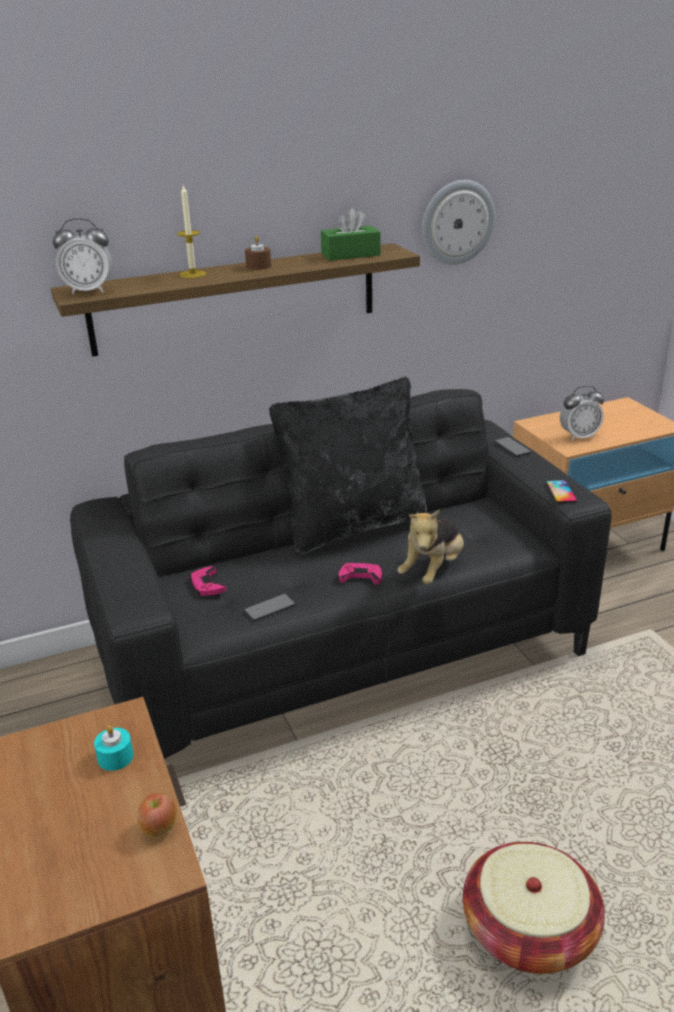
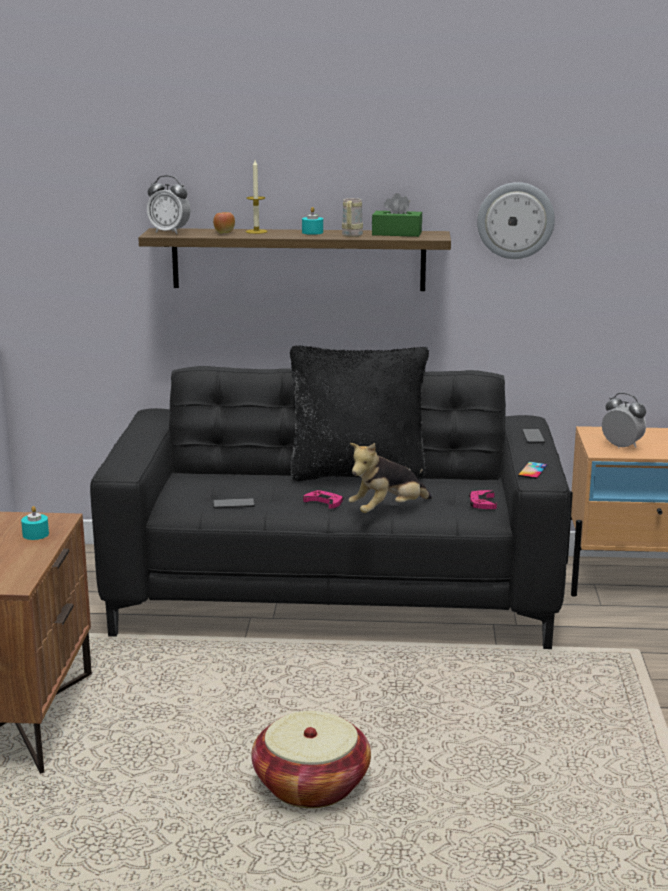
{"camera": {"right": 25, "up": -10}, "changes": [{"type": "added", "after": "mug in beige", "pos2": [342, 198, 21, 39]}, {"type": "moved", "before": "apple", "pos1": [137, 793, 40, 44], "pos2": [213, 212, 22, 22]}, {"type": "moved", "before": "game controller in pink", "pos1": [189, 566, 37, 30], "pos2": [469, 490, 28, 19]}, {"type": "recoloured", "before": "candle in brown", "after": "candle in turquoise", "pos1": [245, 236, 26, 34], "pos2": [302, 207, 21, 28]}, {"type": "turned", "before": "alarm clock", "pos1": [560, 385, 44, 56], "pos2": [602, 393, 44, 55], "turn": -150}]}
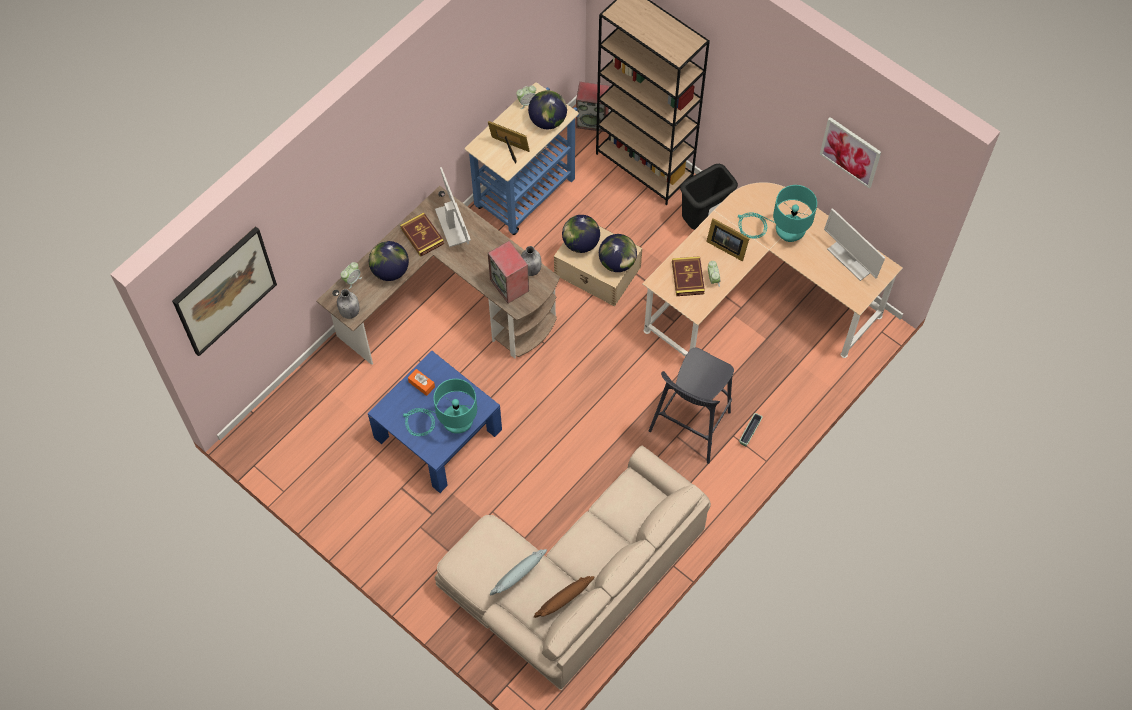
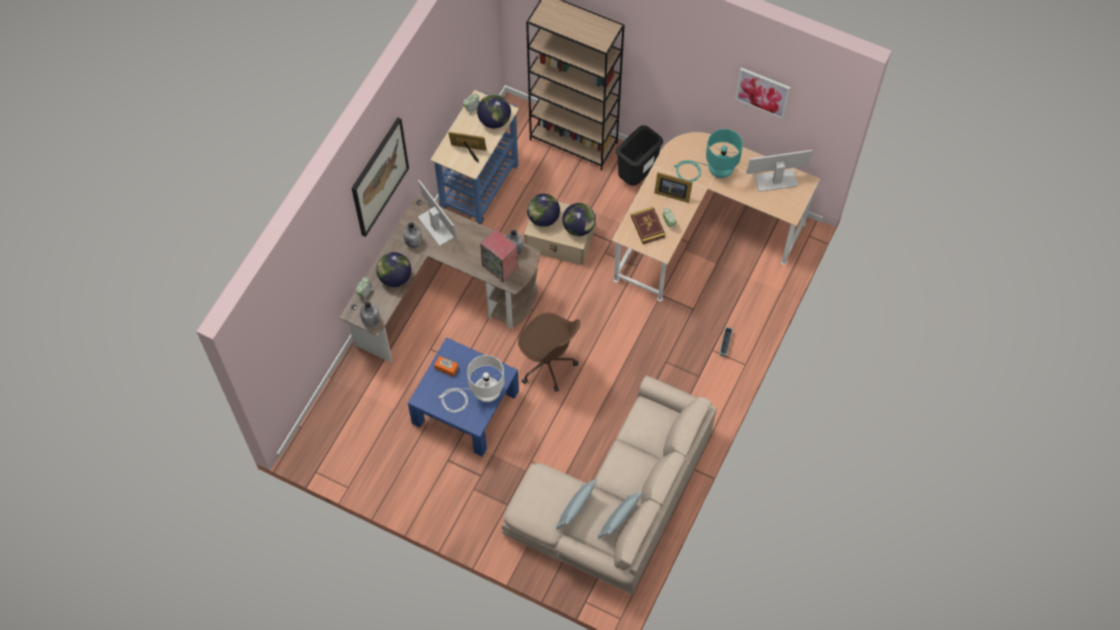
{"camera": {"right": -15, "up": 0}, "changes": [{"type": "removed", "before": "speaker", "pos1": [576, 82, 33, 50]}, {"type": "removed", "before": "stool in grey", "pos1": [648, 348, 86, 116]}, {"type": "added", "after": "office chair in brown", "pos2": [518, 313, 62, 79]}, {"type": "moved", "before": "picture", "pos1": [172, 226, 105, 130], "pos2": [351, 117, 58, 120]}, {"type": "replaced", "before": "book", "after": "bottle in grey", "pos1": [400, 212, 44, 45], "pos2": [403, 222, 19, 26]}, {"type": "recoloured", "before": "table lamp in turquoise", "after": "table lamp in white", "pos1": [403, 379, 74, 57], "pos2": [439, 355, 66, 58]}, {"type": "recoloured", "before": "pillow in brown", "after": "pillow in blue", "pos1": [534, 576, 60, 42], "pos2": [598, 492, 44, 47]}, {"type": "turned", "before": "monitor", "pos1": [824, 208, 61, 73], "pos2": [746, 150, 66, 42], "turn": 135}]}
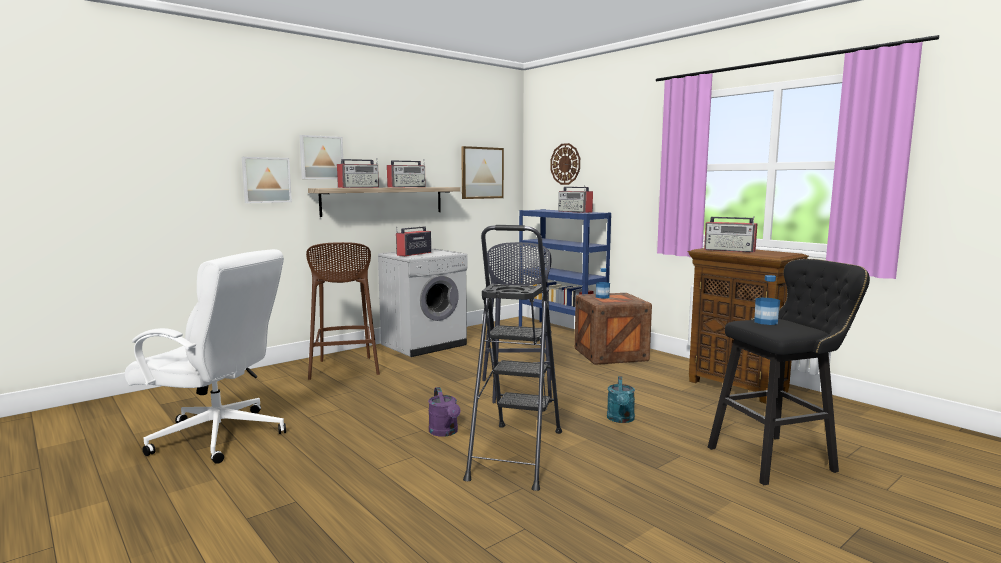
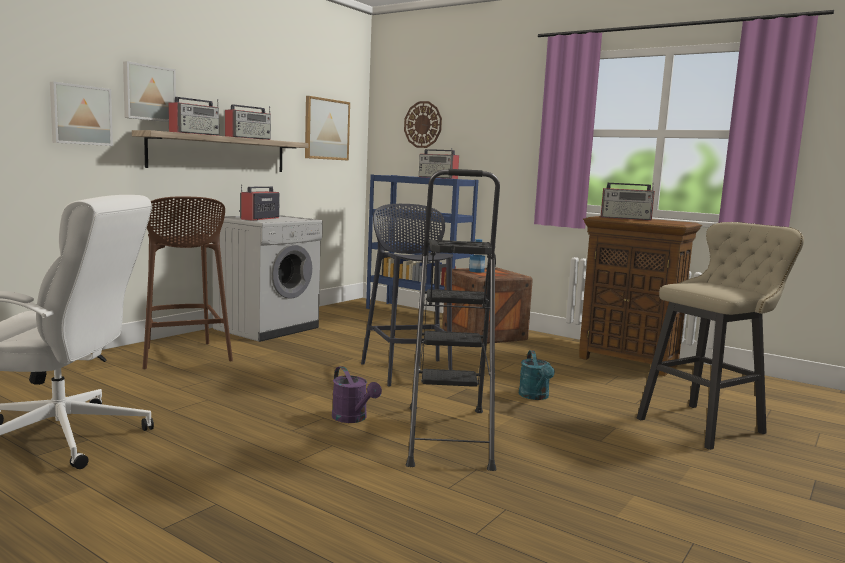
{"camera": {"right": -15, "up": 0}, "changes": [{"type": "removed", "before": "bottle", "pos1": [754, 275, 26, 50]}, {"type": "recoloured", "before": "stool in black", "after": "stool in beige", "pos1": [708, 259, 162, 226], "pos2": [636, 222, 168, 228]}]}
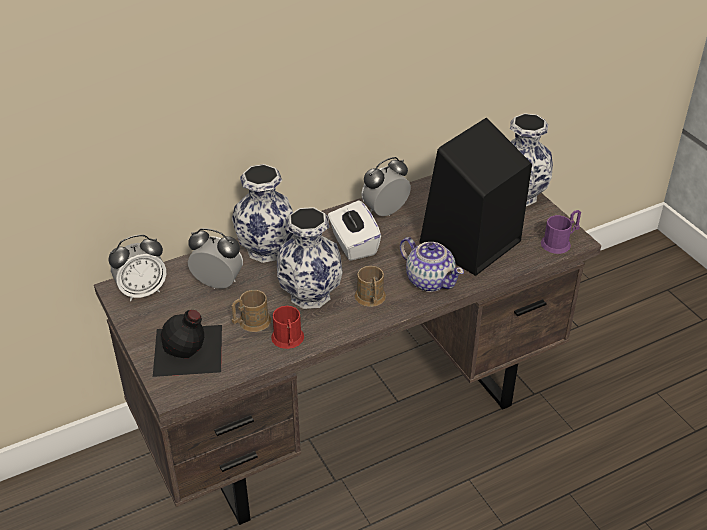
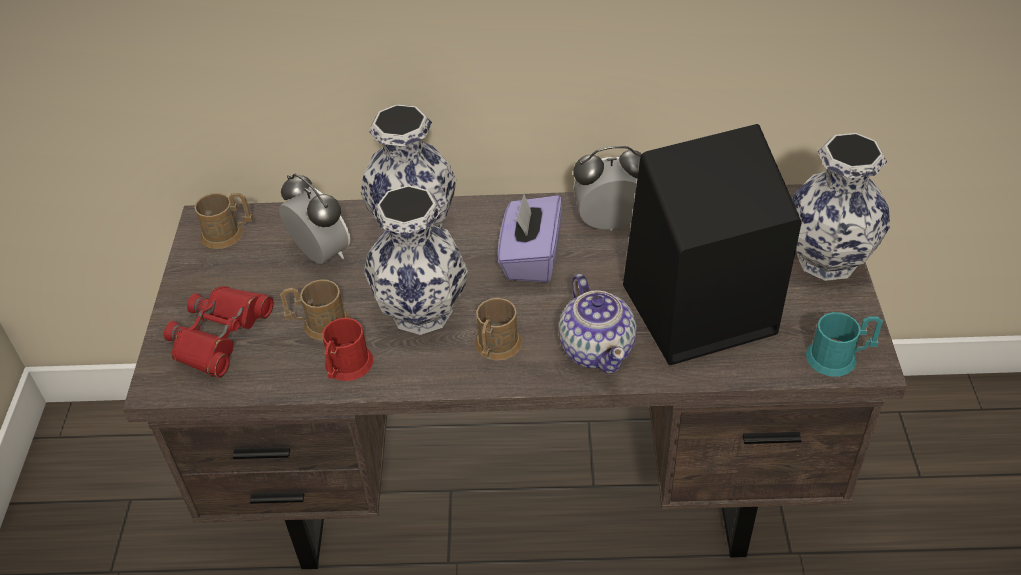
{"camera": {"right": 30, "up": 5}, "changes": [{"type": "replaced", "before": "alarm clock", "after": "mug in brown", "pos1": [108, 235, 58, 66], "pos2": [194, 193, 59, 56]}, {"type": "replaced", "before": "bottle in black", "after": "binoculars in red", "pos1": [153, 310, 69, 67], "pos2": [164, 286, 110, 92]}, {"type": "recoloured", "before": "tissue box in white", "after": "tissue box in purple", "pos1": [328, 200, 53, 61], "pos2": [498, 194, 64, 88]}, {"type": "recoloured", "before": "mug in purple", "after": "mug in turquoise", "pos1": [541, 210, 40, 44], "pos2": [806, 312, 77, 65]}]}
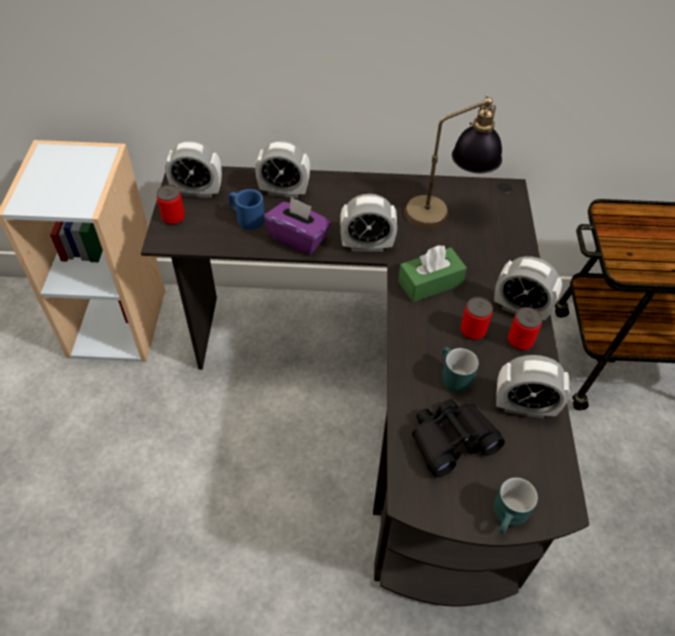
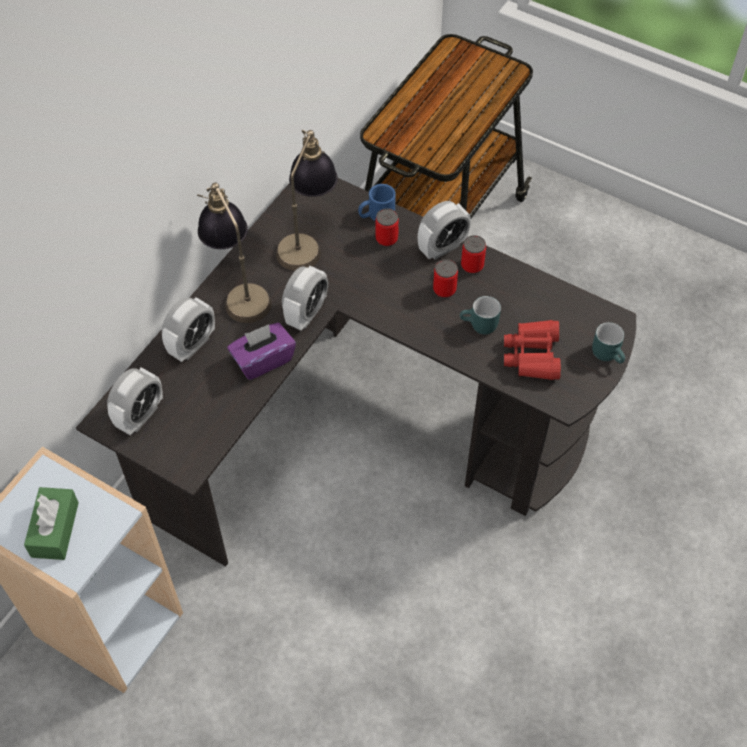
{"camera": {"right": -60, "up": 5}, "changes": [{"type": "removed", "before": "alarm clock", "pos1": [496, 355, 74, 63]}, {"type": "added", "after": "table lamp", "pos2": [197, 182, 75, 141]}, {"type": "moved", "before": "can", "pos1": [157, 185, 28, 40], "pos2": [376, 208, 23, 39]}, {"type": "moved", "before": "mug in blue", "pos1": [228, 189, 37, 41], "pos2": [358, 184, 38, 37]}, {"type": "moved", "before": "tissue box in green", "pos1": [398, 245, 69, 57], "pos2": [24, 487, 55, 73]}, {"type": "recoloured", "before": "binoculars in black", "after": "binoculars in red", "pos1": [412, 399, 93, 78], "pos2": [504, 320, 57, 60]}]}
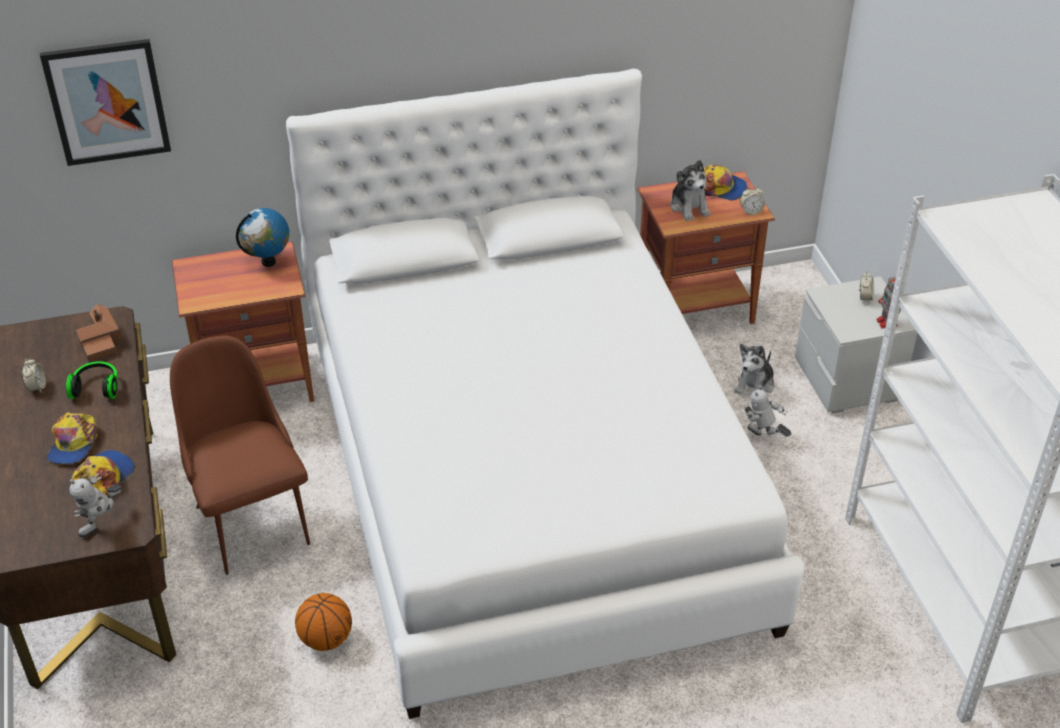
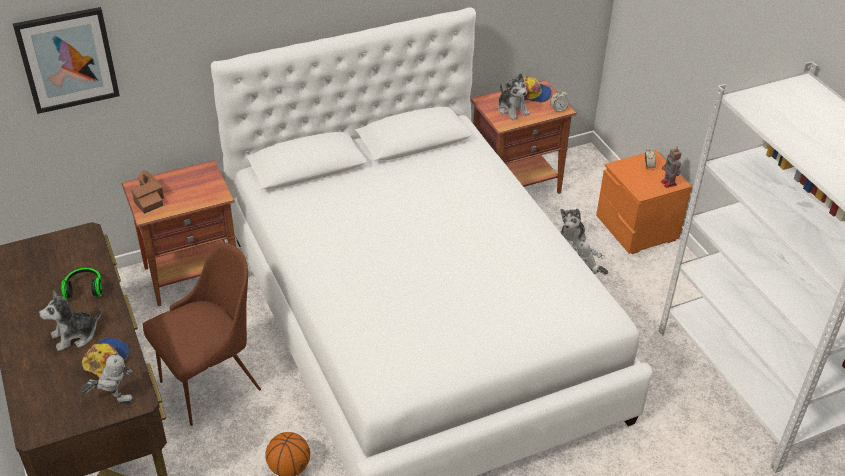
{"camera": {"right": -10, "up": 0}, "changes": [{"type": "removed", "before": "alarm clock", "pos1": [22, 358, 24, 35]}, {"type": "removed", "before": "globe", "pos1": [236, 208, 53, 59]}, {"type": "moved", "before": "toy house", "pos1": [75, 304, 46, 59], "pos2": [131, 170, 33, 44]}, {"type": "replaced", "before": "cap", "after": "plush toy", "pos1": [47, 412, 51, 52], "pos2": [39, 290, 63, 61]}, {"type": "recoloured", "before": "nightstand in white", "after": "nightstand in orange", "pos1": [795, 276, 123, 137], "pos2": [596, 150, 96, 104]}, {"type": "turned", "before": "toy robot", "pos1": [70, 473, 52, 65], "pos2": [81, 351, 53, 52], "turn": -120}, {"type": "turned", "before": "chair in brown", "pos1": [170, 336, 140, 239], "pos2": [143, 242, 118, 184], "turn": 90}]}
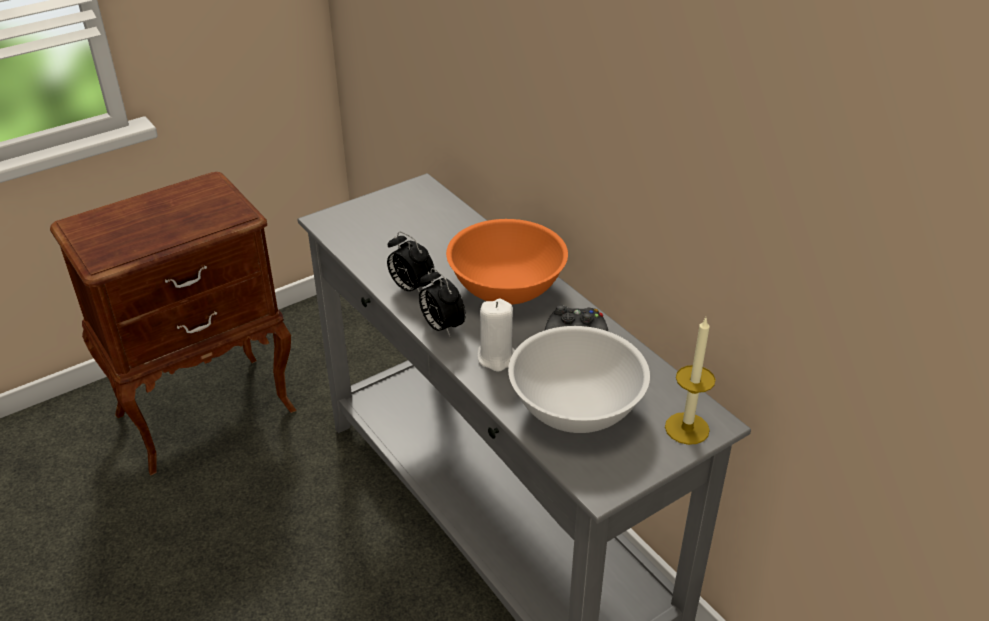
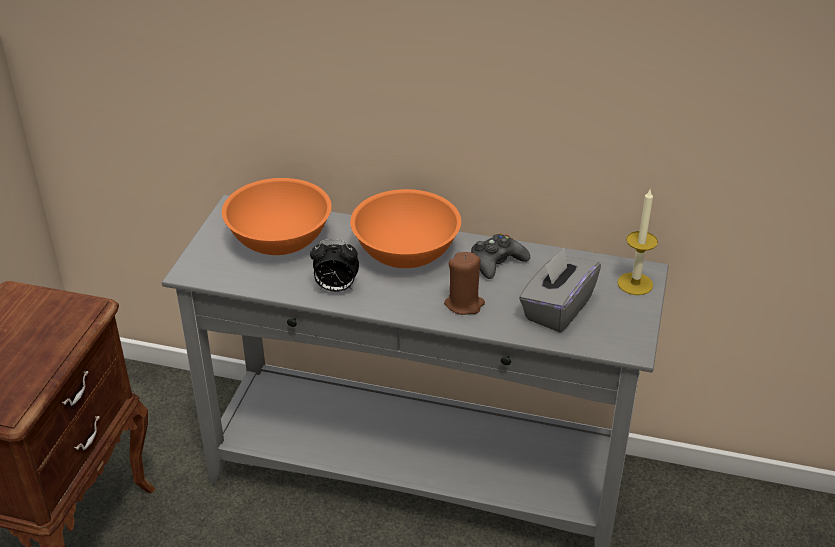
{"camera": {"right": -40, "up": 0}, "changes": [{"type": "removed", "before": "alarm clock", "pos1": [419, 268, 47, 68]}, {"type": "added", "after": "bowl in orange", "pos2": [222, 178, 110, 77]}, {"type": "replaced", "before": "bowl in white", "after": "tissue box in grey", "pos1": [508, 326, 142, 107], "pos2": [519, 248, 82, 85]}, {"type": "recoloured", "before": "candle in white", "after": "candle in brown", "pos1": [477, 299, 38, 73], "pos2": [444, 252, 41, 63]}]}
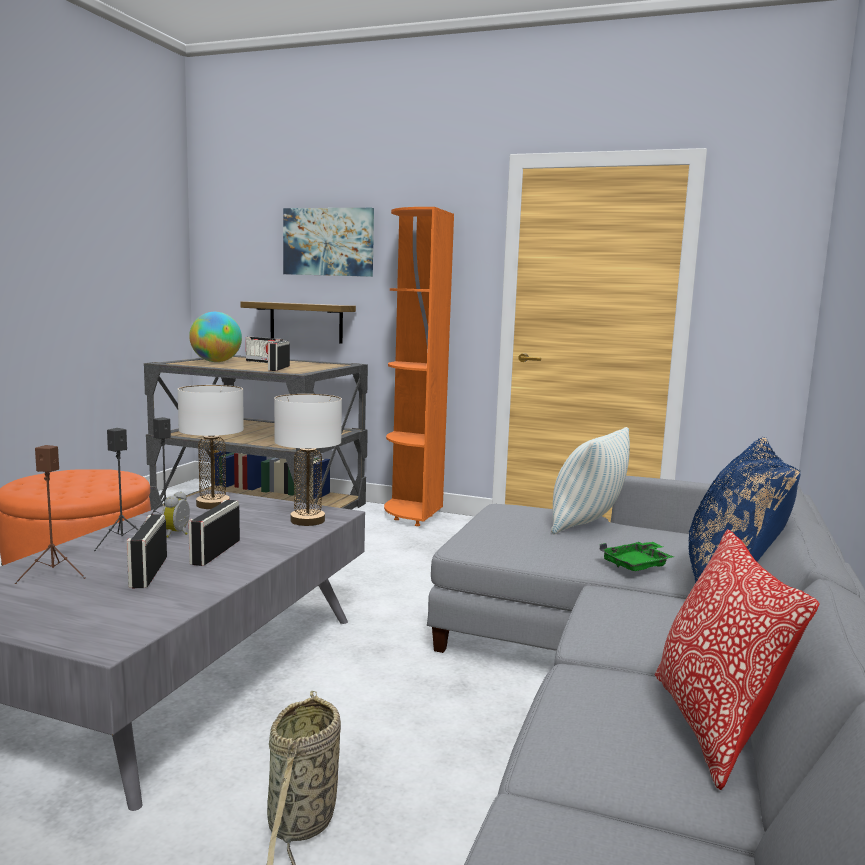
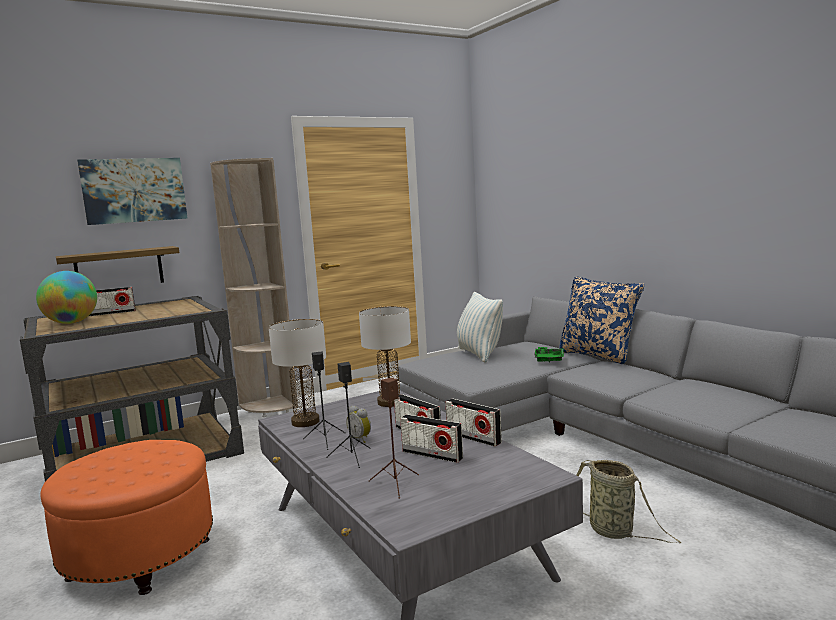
{"camera": {"right": -50, "up": 0}, "changes": [{"type": "removed", "before": "pillow", "pos1": [655, 529, 165, 261]}, {"type": "moved", "before": "radio", "pos1": [268, 341, 22, 30], "pos2": [445, 399, 57, 48]}, {"type": "recoloured", "before": "bookcase in orange", "after": "bookcase in beige", "pos1": [384, 207, 70, 319], "pos2": [210, 158, 88, 259]}]}
